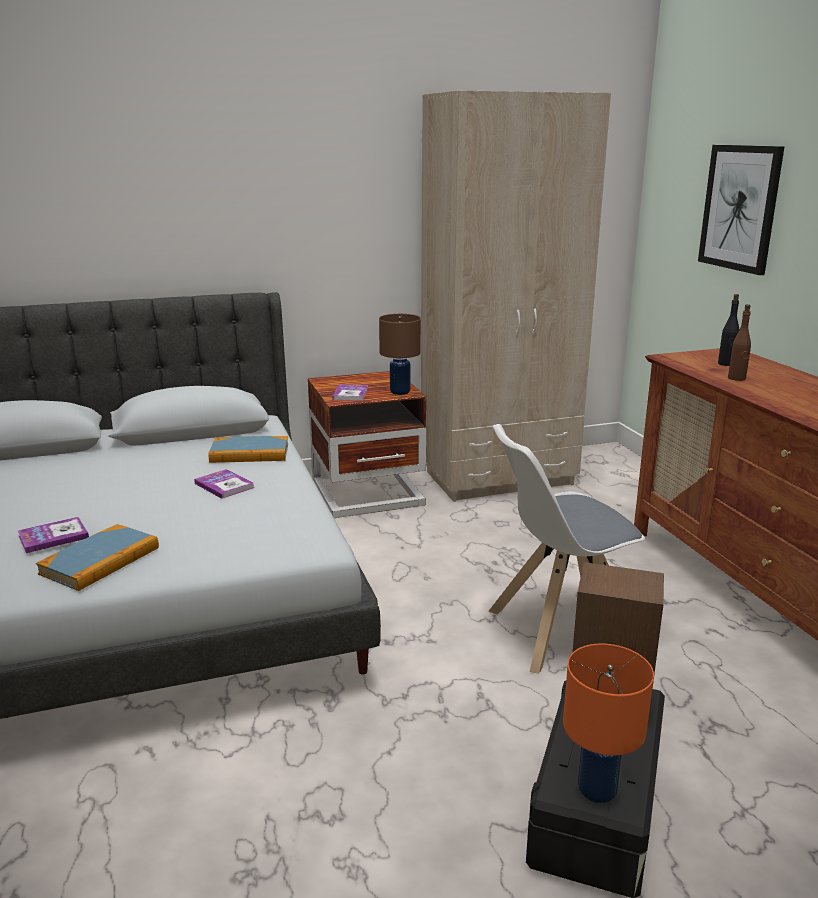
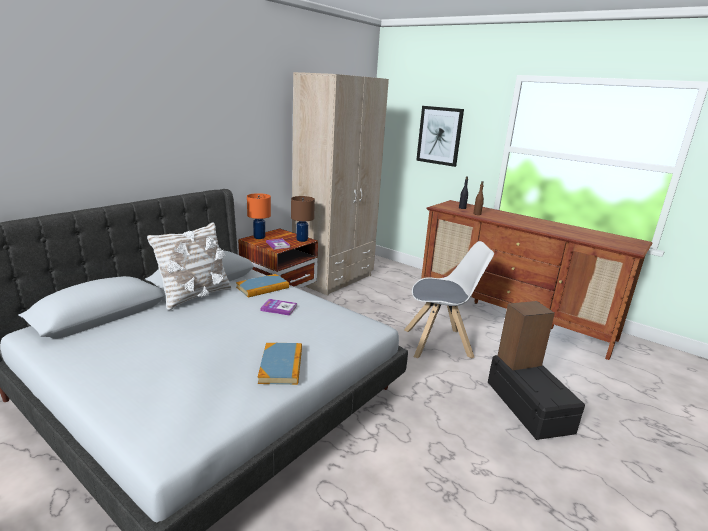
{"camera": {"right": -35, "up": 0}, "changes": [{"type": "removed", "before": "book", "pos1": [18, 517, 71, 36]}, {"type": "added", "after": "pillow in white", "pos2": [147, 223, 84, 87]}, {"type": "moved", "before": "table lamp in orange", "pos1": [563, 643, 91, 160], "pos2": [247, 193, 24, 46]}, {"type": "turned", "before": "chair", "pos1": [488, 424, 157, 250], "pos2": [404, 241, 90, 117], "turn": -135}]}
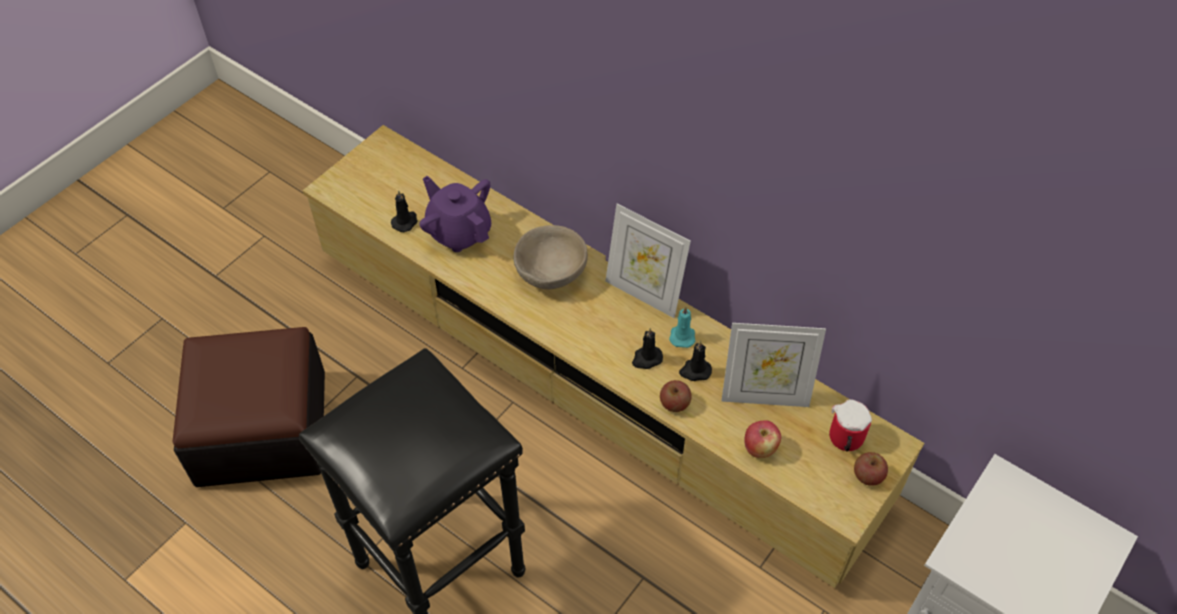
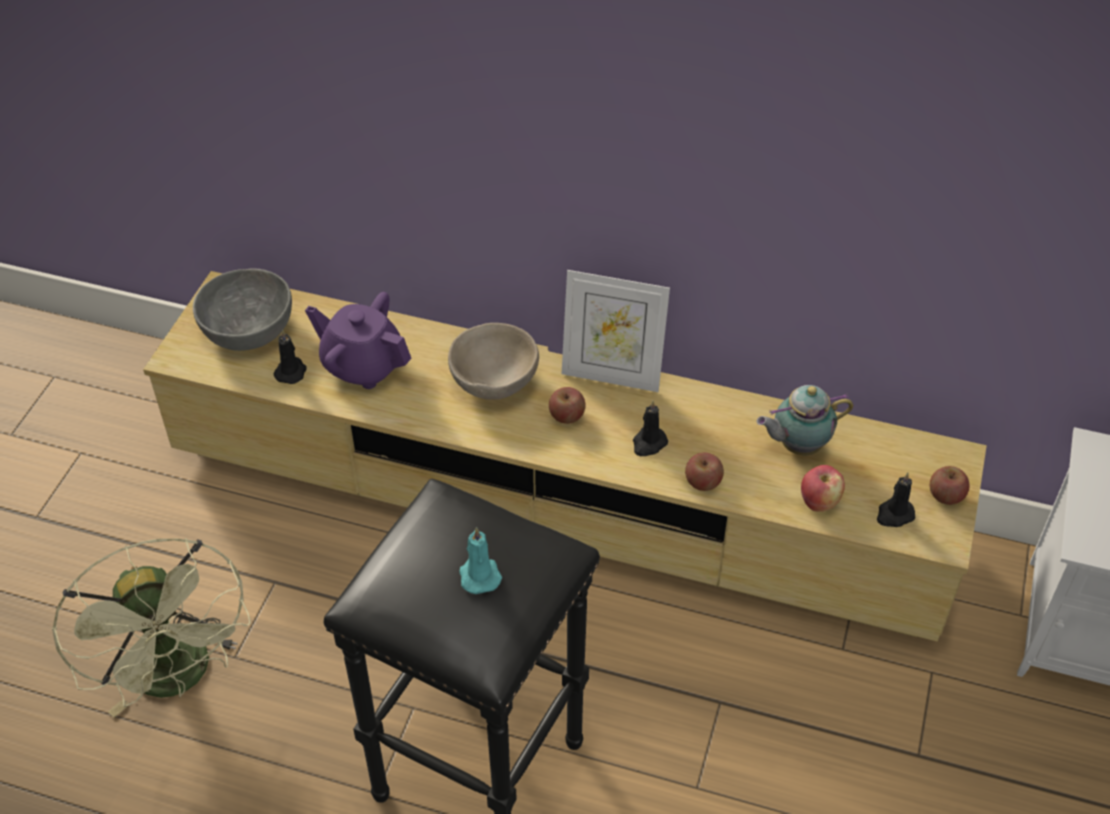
{"camera": {"right": -20, "up": -5}, "changes": [{"type": "removed", "before": "mug", "pos1": [829, 399, 43, 52]}, {"type": "added", "after": "bowl in grey", "pos2": [193, 268, 99, 83]}, {"type": "added", "after": "apple", "pos2": [549, 387, 36, 37]}, {"type": "moved", "before": "candle in turquoise", "pos1": [669, 306, 27, 42], "pos2": [459, 527, 43, 67]}, {"type": "moved", "before": "candle in black", "pos1": [679, 341, 33, 40], "pos2": [877, 472, 38, 55]}, {"type": "replaced", "before": "ottoman", "after": "fan in green", "pos1": [172, 327, 153, 160], "pos2": [52, 538, 199, 180]}, {"type": "replaced", "before": "picture frame", "after": "teapot", "pos1": [721, 323, 105, 84], "pos2": [756, 385, 97, 70]}]}
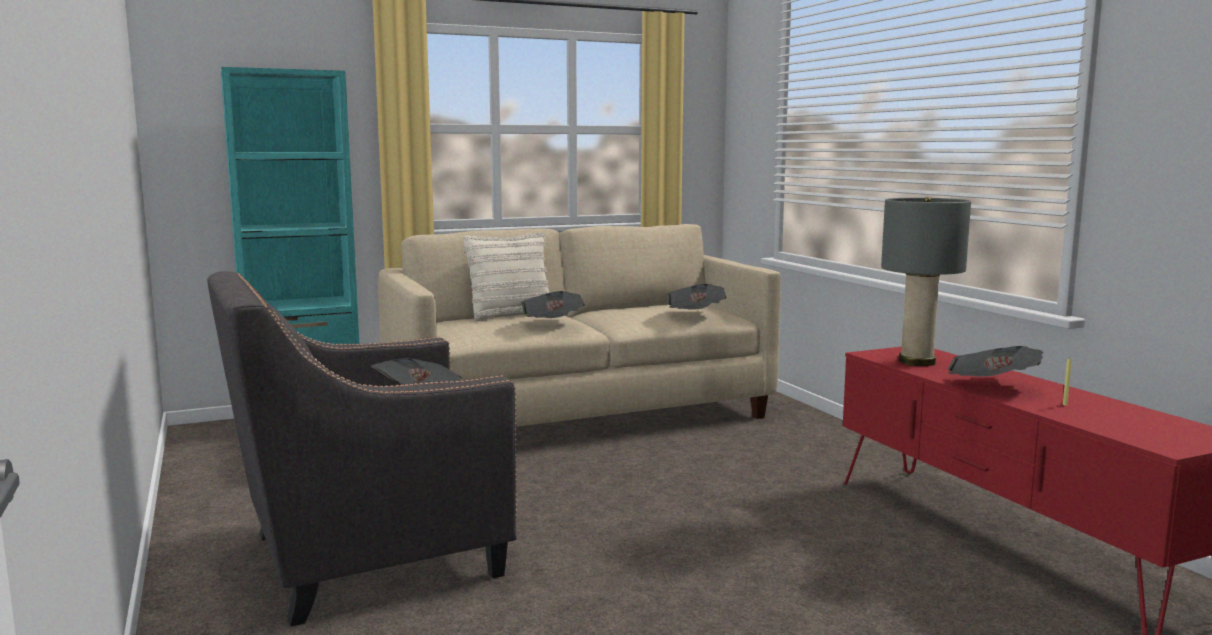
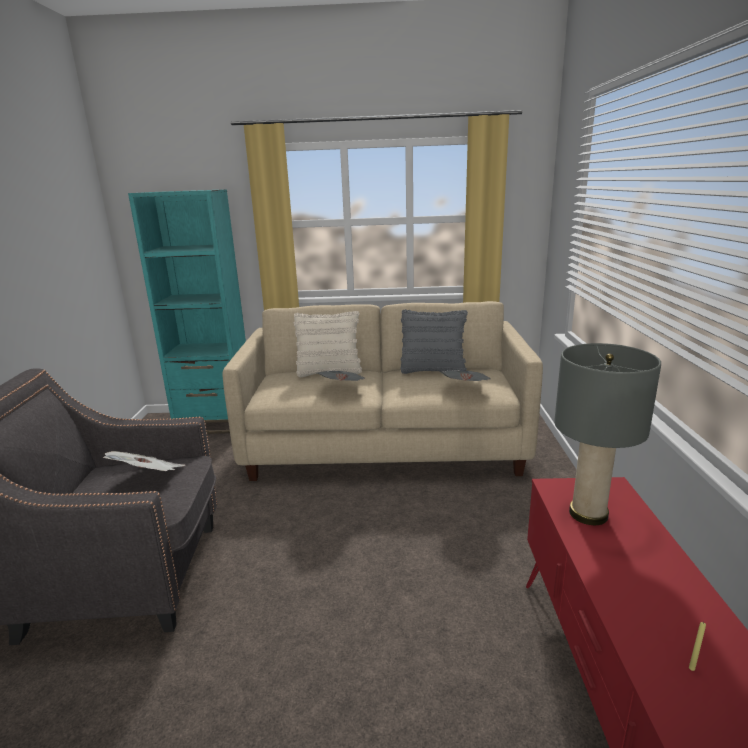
{"camera": {"right": 25, "up": 10}, "changes": [{"type": "removed", "before": "newspaper", "pos1": [948, 346, 96, 31]}, {"type": "added", "after": "pillow in grey", "pos2": [400, 309, 68, 65]}]}
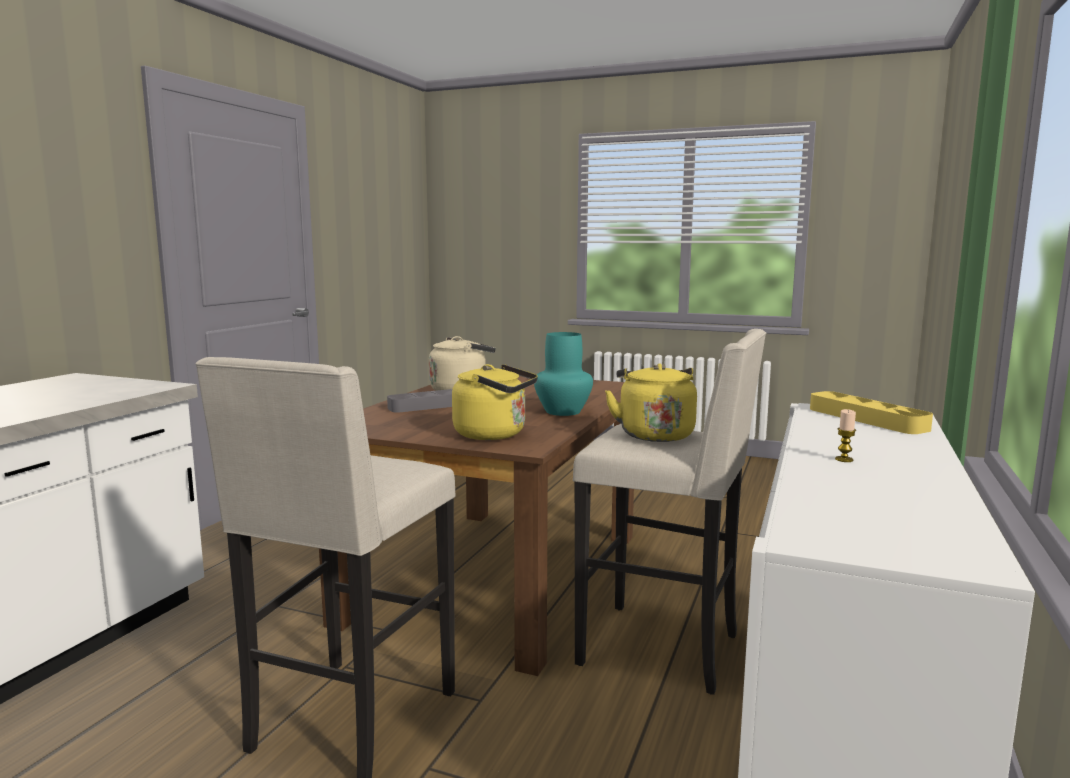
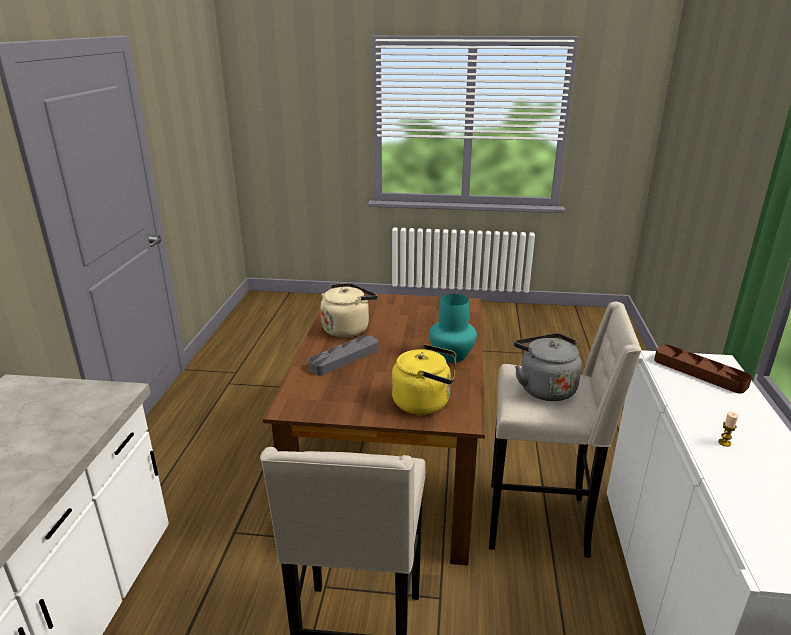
{"camera": {"right": -15, "up": 15}, "changes": [{"type": "recoloured", "before": "kettle in yellow", "after": "kettle in grey", "pos1": [605, 363, 92, 79], "pos2": [514, 333, 68, 68]}, {"type": "recoloured", "before": "tray in yellow", "after": "tray in brown", "pos1": [810, 391, 123, 43], "pos2": [654, 344, 98, 50]}]}
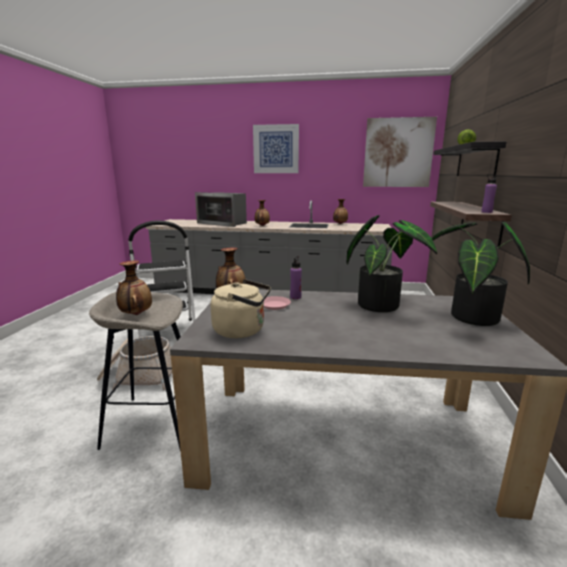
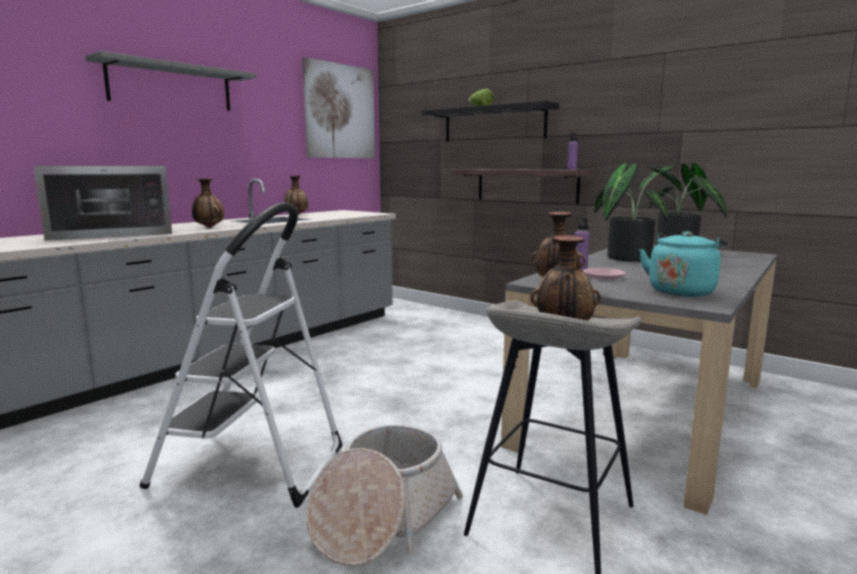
{"camera": {"right": -60, "up": -5}, "changes": [{"type": "replaced", "before": "picture", "after": "shelf in grey", "pos1": [253, 124, 46, 49], "pos2": [85, 51, 172, 60]}, {"type": "recoloured", "before": "kettle in beige", "after": "kettle in turquoise", "pos1": [210, 279, 61, 59], "pos2": [639, 231, 89, 66]}]}
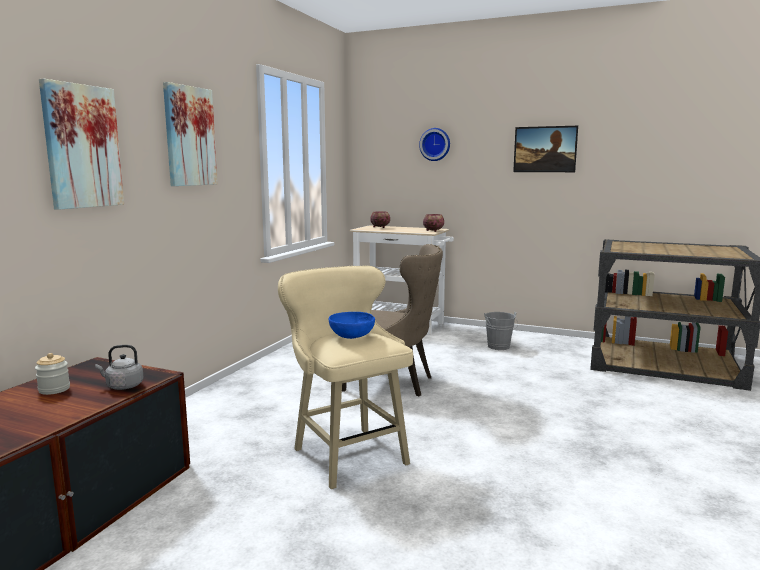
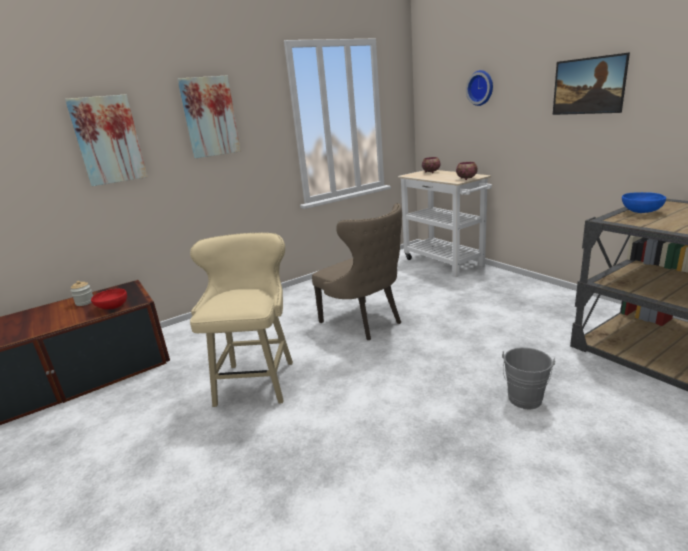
{"camera": {"right": 35, "up": 10}, "changes": [{"type": "moved", "before": "bowl in blue", "pos1": [329, 312, 46, 27], "pos2": [622, 192, 44, 21]}, {"type": "moved", "before": "bucket in grey", "pos1": [484, 312, 34, 38], "pos2": [502, 347, 53, 63]}, {"type": "replaced", "before": "kettle in grey", "after": "bowl in red", "pos1": [95, 345, 49, 45], "pos2": [91, 289, 36, 20]}]}
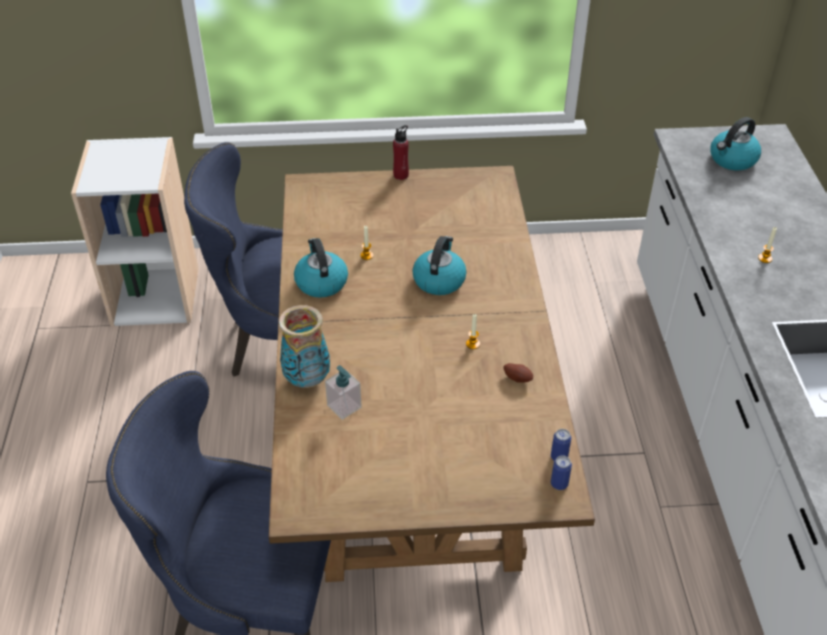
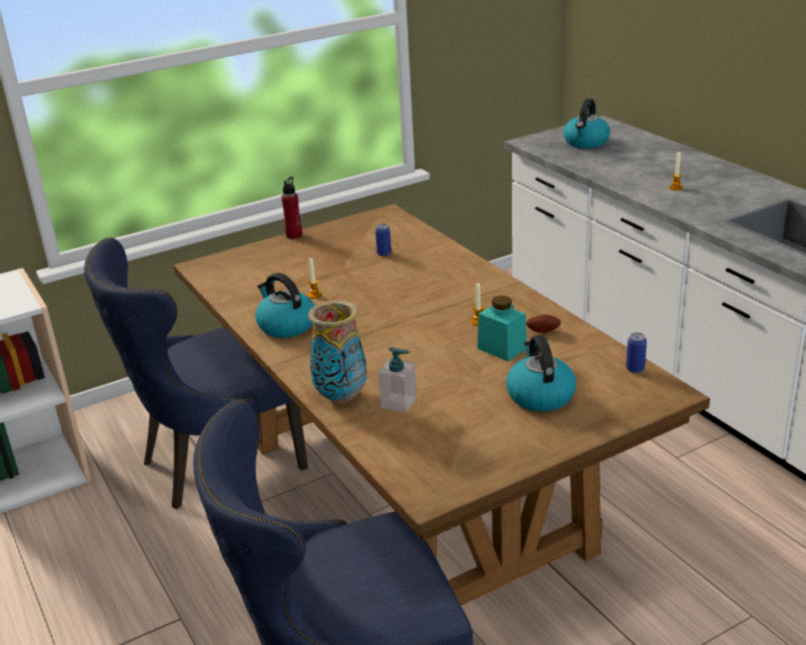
{"camera": {"right": -25, "up": -15}, "changes": [{"type": "added", "after": "jar in turquoise", "pos2": [477, 296, 50, 65]}, {"type": "moved", "before": "kettle", "pos1": [412, 236, 55, 59], "pos2": [506, 335, 71, 77]}, {"type": "moved", "before": "can", "pos1": [551, 455, 21, 35], "pos2": [375, 224, 16, 32]}]}
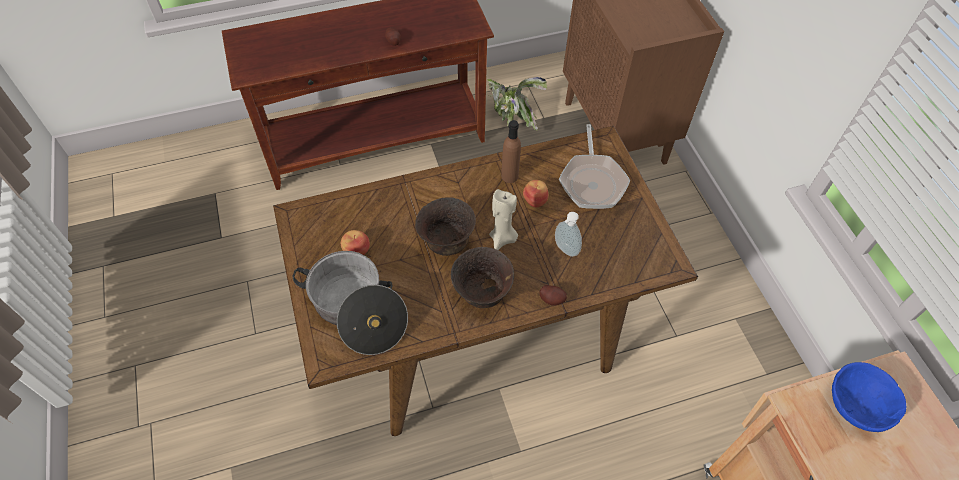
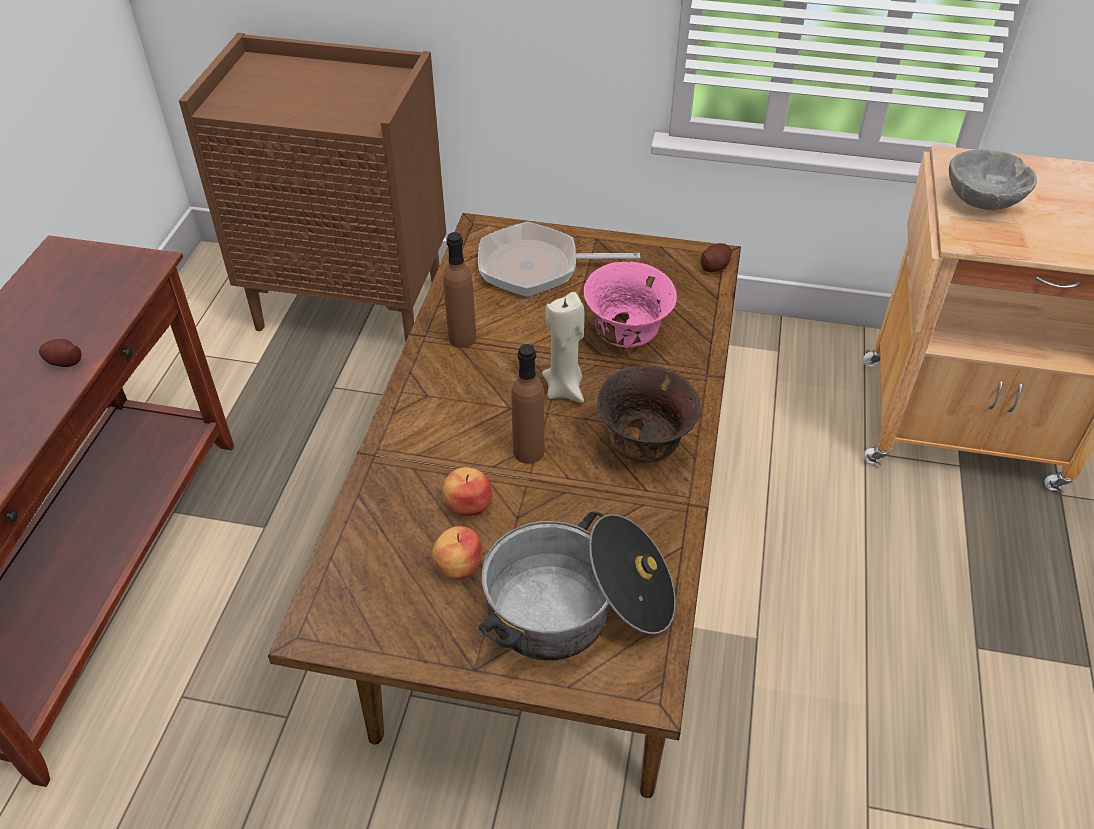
{"camera": {"right": -60, "up": -10}, "changes": [{"type": "removed", "before": "potted plant", "pos1": [488, 77, 59, 53]}, {"type": "moved", "before": "apple", "pos1": [523, 180, 26, 27], "pos2": [442, 467, 50, 49]}, {"type": "moved", "before": "potato", "pos1": [540, 285, 27, 21], "pos2": [701, 243, 31, 29]}, {"type": "replaced", "before": "bowl in brown", "after": "bottle in brown", "pos1": [415, 197, 61, 59], "pos2": [511, 344, 33, 120]}, {"type": "replaced", "before": "soap dispenser", "after": "bowl in pink", "pos1": [555, 212, 27, 45], "pos2": [584, 262, 93, 86]}, {"type": "recoloured", "before": "bowl in blue", "after": "bowl in grey", "pos1": [832, 362, 74, 70], "pos2": [949, 150, 88, 60]}, {"type": "turned", "before": "frying pan", "pos1": [559, 124, 71, 85], "pos2": [478, 222, 162, 75], "turn": 150}]}
